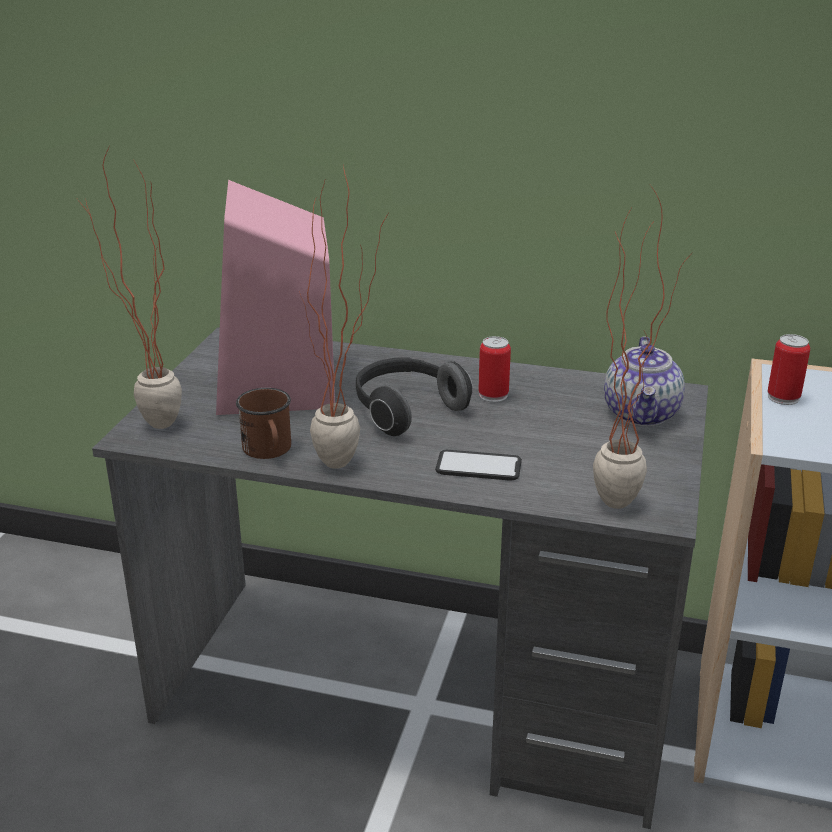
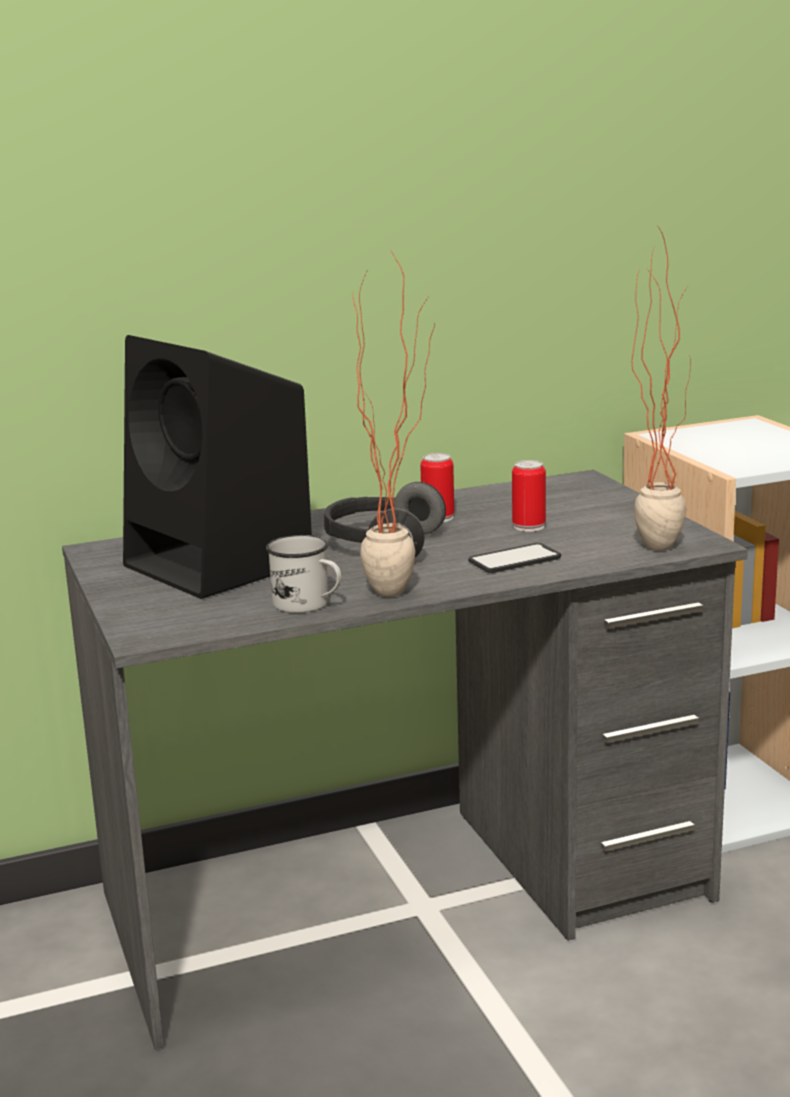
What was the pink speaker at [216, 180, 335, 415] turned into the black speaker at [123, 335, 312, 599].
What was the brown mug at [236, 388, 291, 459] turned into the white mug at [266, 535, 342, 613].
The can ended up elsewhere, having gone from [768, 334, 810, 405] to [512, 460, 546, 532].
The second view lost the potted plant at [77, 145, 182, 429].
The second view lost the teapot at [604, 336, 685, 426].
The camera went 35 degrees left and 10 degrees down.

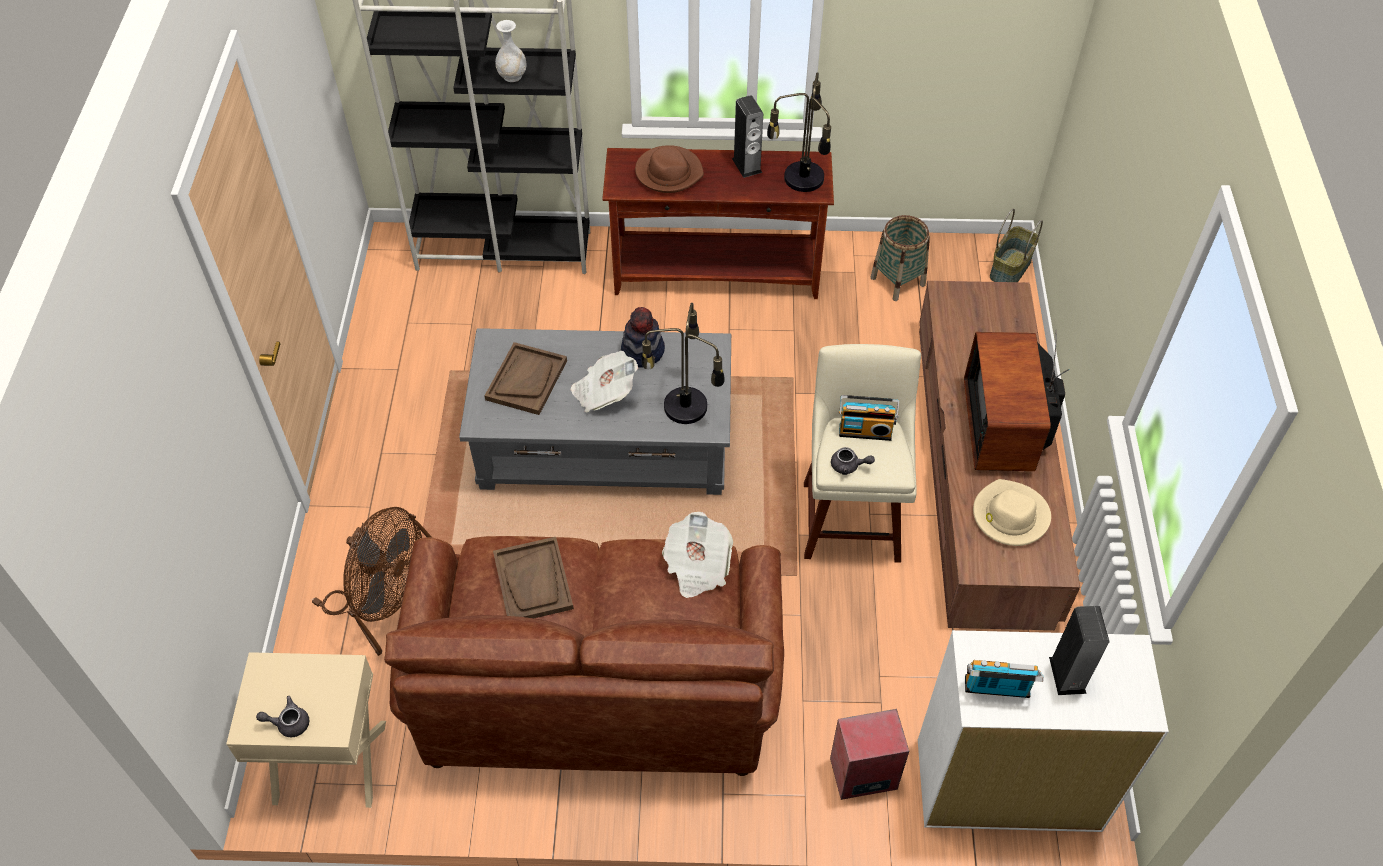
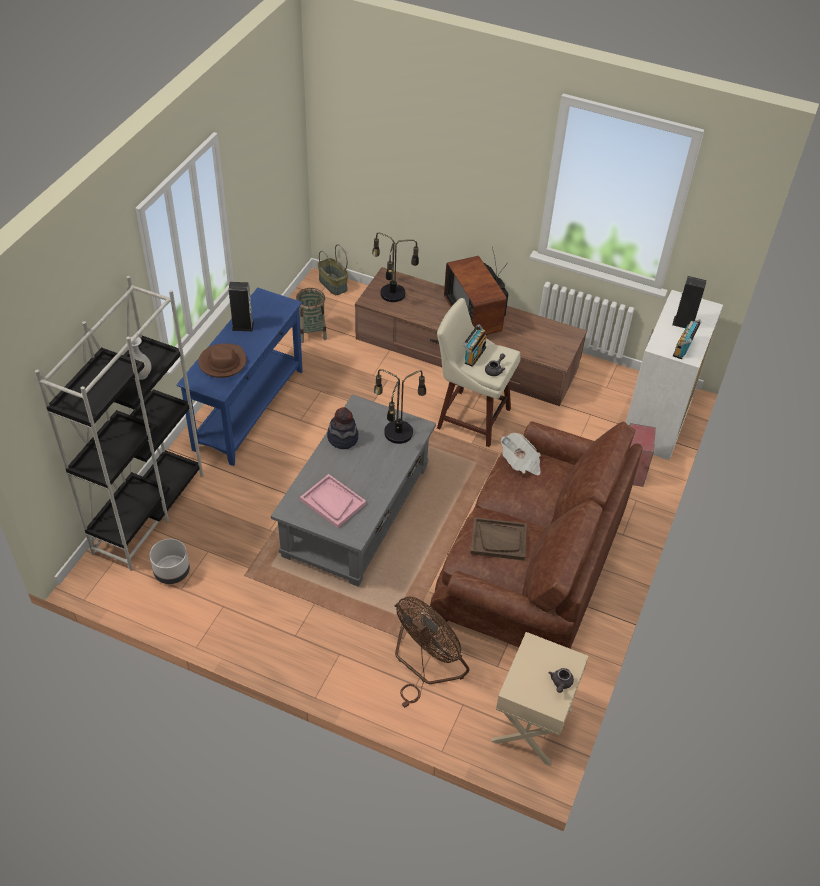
The second view gained the grey planter at [149, 539, 190, 584].
What was the brown console table at [602, 148, 834, 299] turned into the blue console table at [177, 288, 303, 466].
What was the brown tray at [484, 342, 567, 415] turned into the pink tray at [300, 474, 366, 528].
The table lamp ended up elsewhere, having gone from [767, 72, 831, 192] to [372, 232, 419, 302].
The television at [964, 330, 1070, 471] ended up facing another way, 45 degrees clockwise from before.
The second view lost the newspaper at [571, 351, 638, 413].
The second view lost the beige hat at [973, 479, 1051, 546].
The camera went 70 degrees left and 5 degrees down.

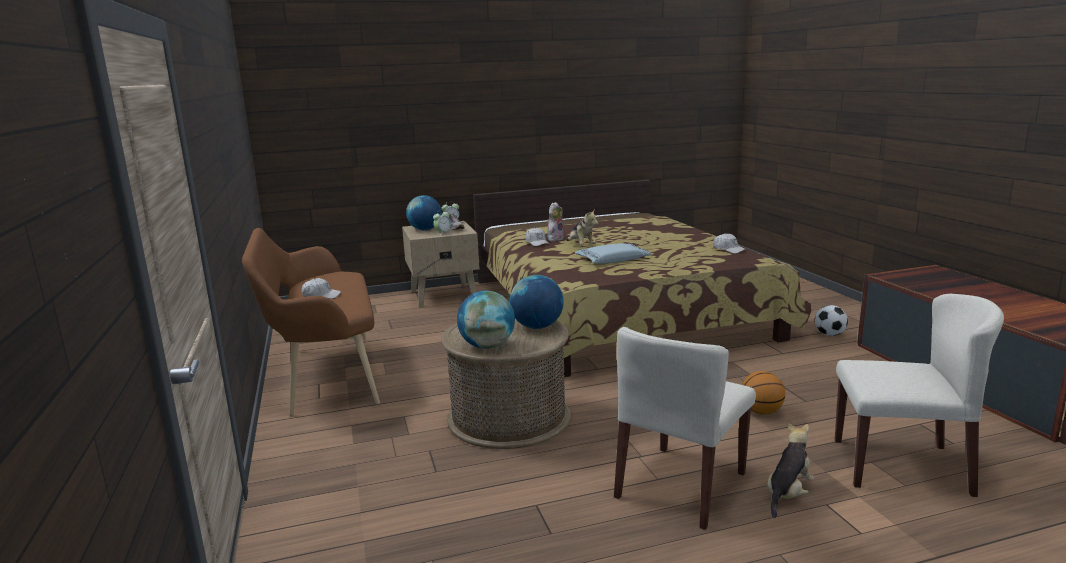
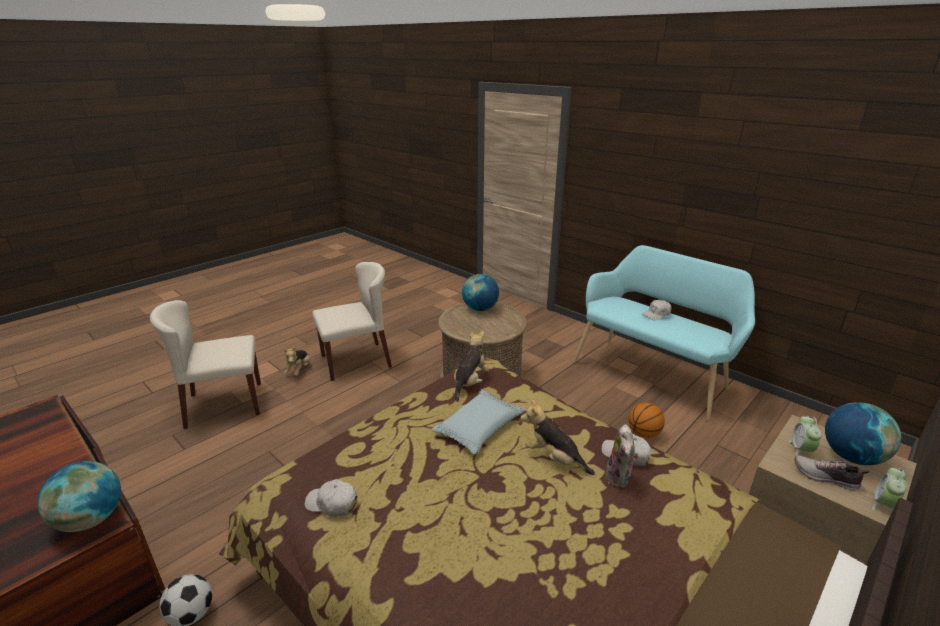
The globe ended up elsewhere, having gone from [509, 275, 564, 329] to [37, 461, 121, 532].
The beige chair at [614, 327, 756, 530] ended up facing another way, 60 degrees clockwise from before.
The second view gained the plush toy at [454, 331, 489, 402].
What was the brown bench at [242, 228, 380, 416] turned into the turquoise bench at [573, 245, 755, 421].
The basketball ended up elsewhere, having gone from [742, 371, 785, 415] to [628, 403, 665, 438].
The camera went 150 degrees right and 10 degrees up.

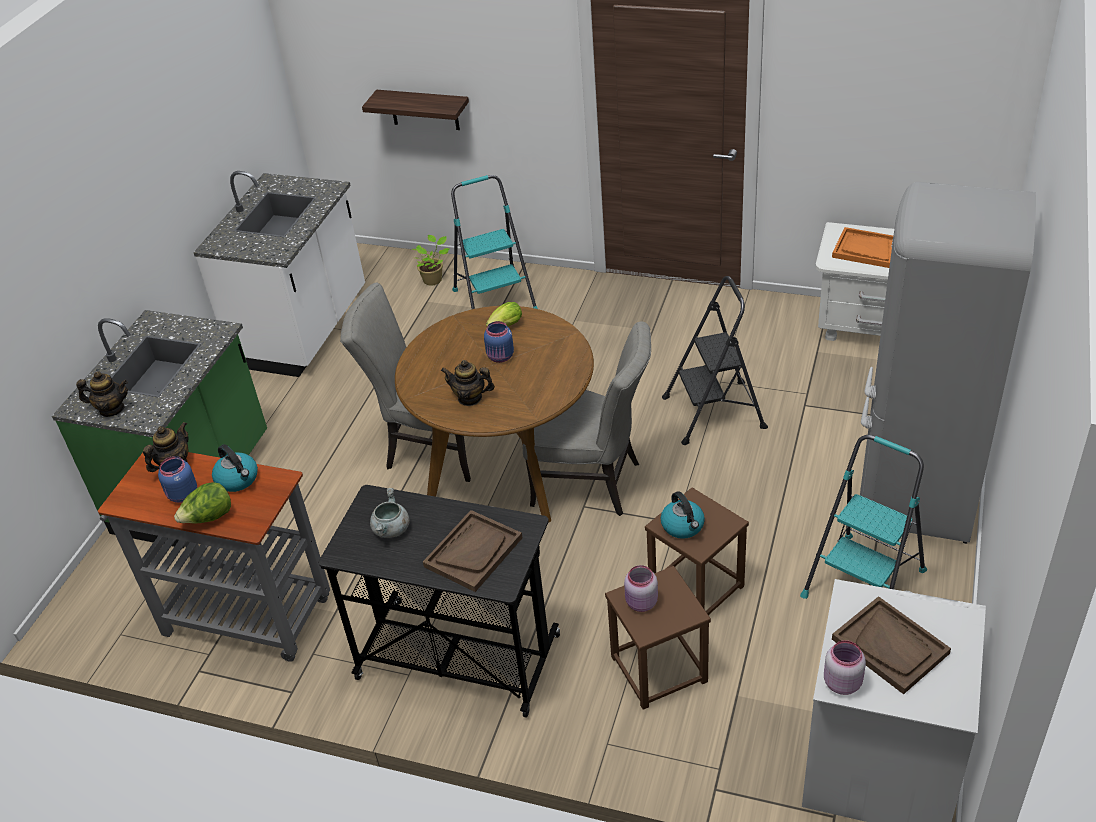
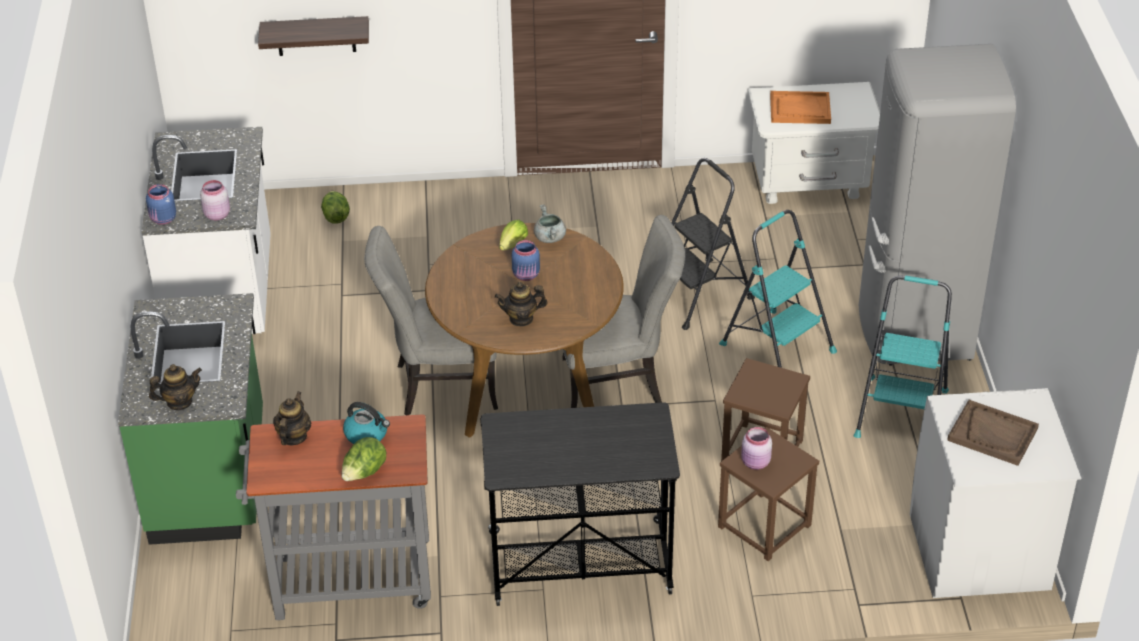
The blue jar ended up elsewhere, having gone from [158, 456, 197, 503] to [146, 184, 176, 225].
The pink jar ended up elsewhere, having gone from [824, 640, 866, 695] to [200, 180, 230, 220].
Where the potted plant stood at [412, 235, 449, 286], the lettuce came to stand at [321, 191, 350, 224].
The grey cooking pot ended up elsewhere, having gone from [370, 488, 410, 538] to [534, 205, 566, 243].
The turquoise step ladder ended up elsewhere, having gone from [451, 175, 538, 309] to [719, 210, 837, 368].
The second view lost the brown tray at [423, 510, 522, 592].
The second view lost the kettle at [660, 491, 705, 539].
The camera went 25 degrees left and 0 degrees up.

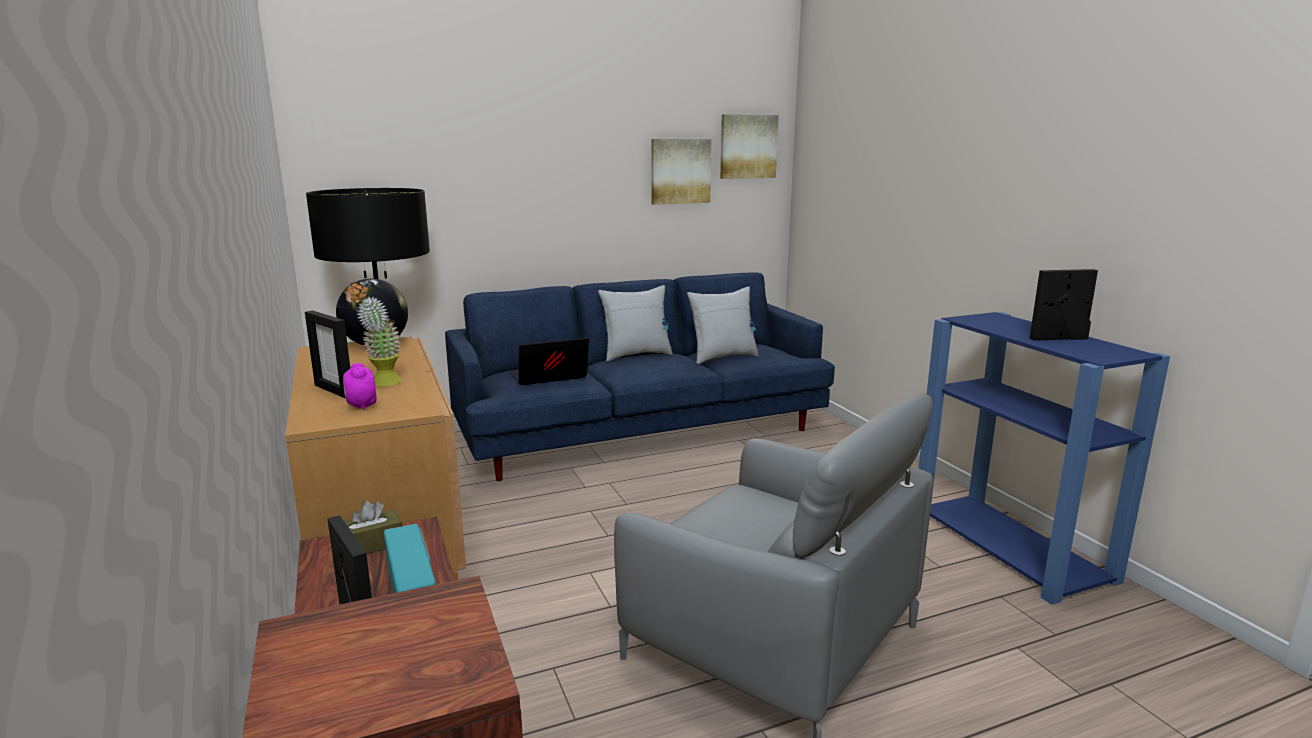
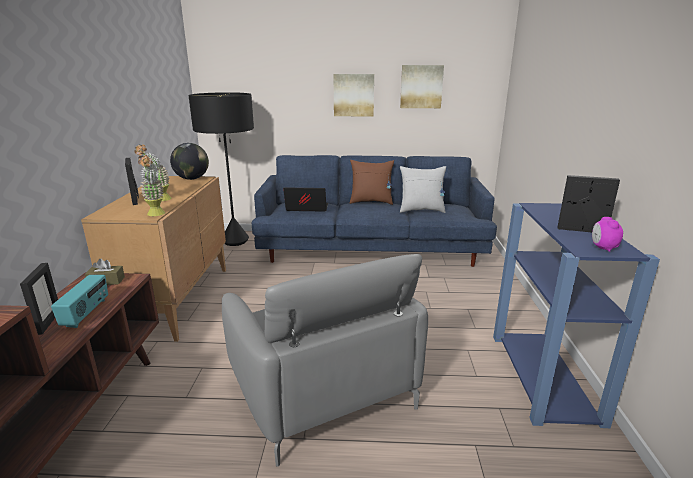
The second view gained the potted plant at [138, 155, 165, 216].
The picture ended up elsewhere, having gone from [720, 114, 779, 179] to [334, 74, 374, 116].
What was the grey pillow at [598, 285, 673, 361] turned into the brown pillow at [350, 160, 394, 205].
The alarm clock ended up elsewhere, having gone from [343, 363, 377, 410] to [592, 217, 623, 252].
The camera went 25 degrees right and 5 degrees up.

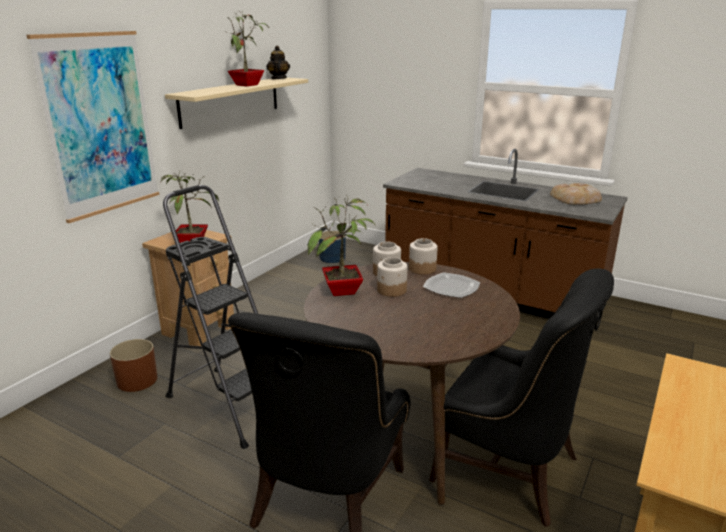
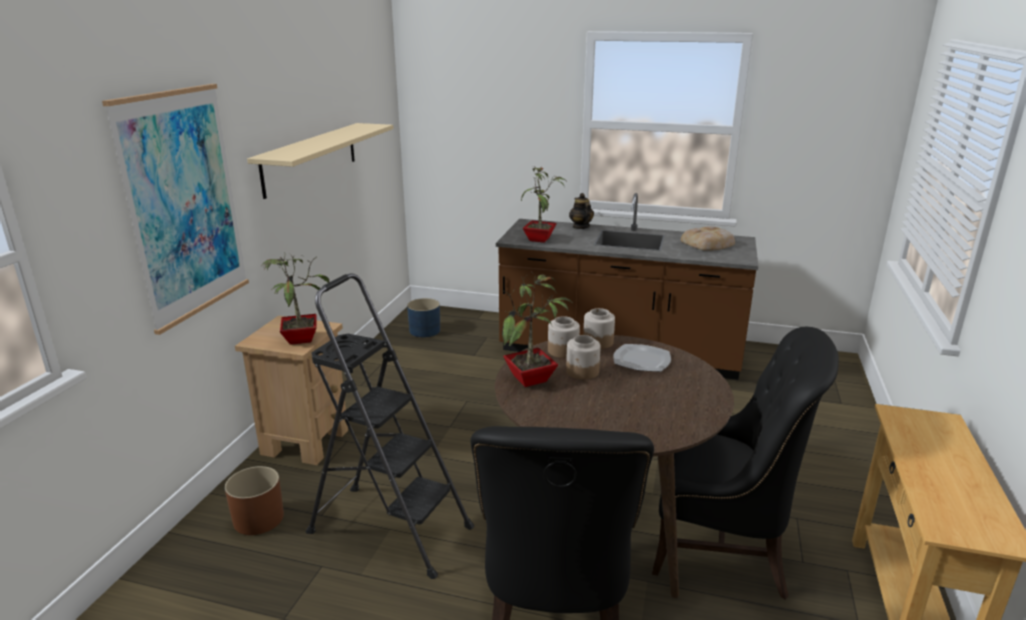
The potted plant ended up elsewhere, having gone from [227, 11, 269, 87] to [521, 166, 568, 243].
The teapot ended up elsewhere, having gone from [266, 45, 290, 79] to [569, 193, 594, 229].
The camera went 15 degrees left and 0 degrees up.

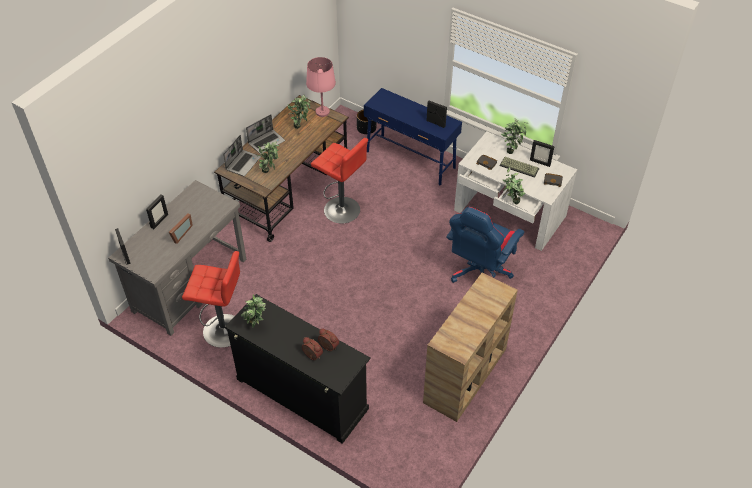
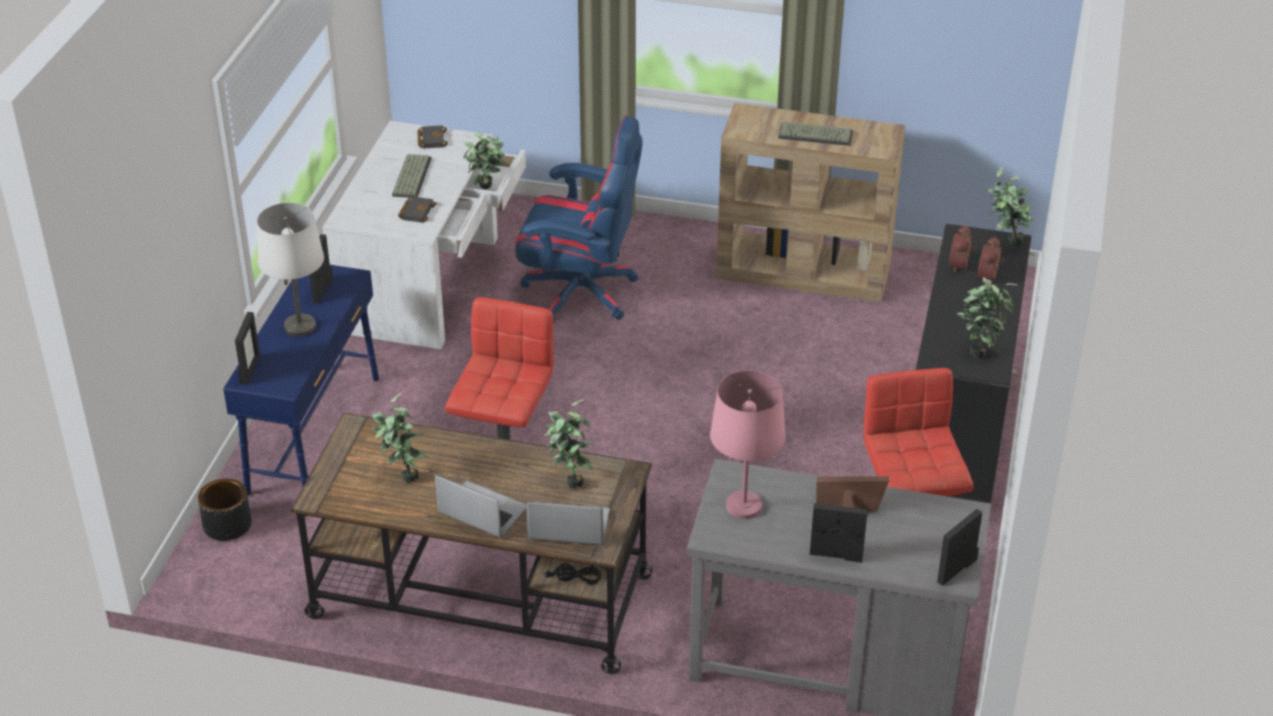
The picture frame ended up elsewhere, having gone from [530, 140, 555, 167] to [235, 312, 260, 385].
The second view gained the white table lamp at [257, 203, 324, 337].
The pink table lamp ended up elsewhere, having gone from [306, 57, 336, 117] to [710, 371, 786, 519].
The second view gained the keyboard at [778, 122, 853, 146].
The potted plant ended up elsewhere, having gone from [501, 118, 529, 154] to [988, 167, 1034, 246].
The camera went 110 degrees left and 10 degrees down.

